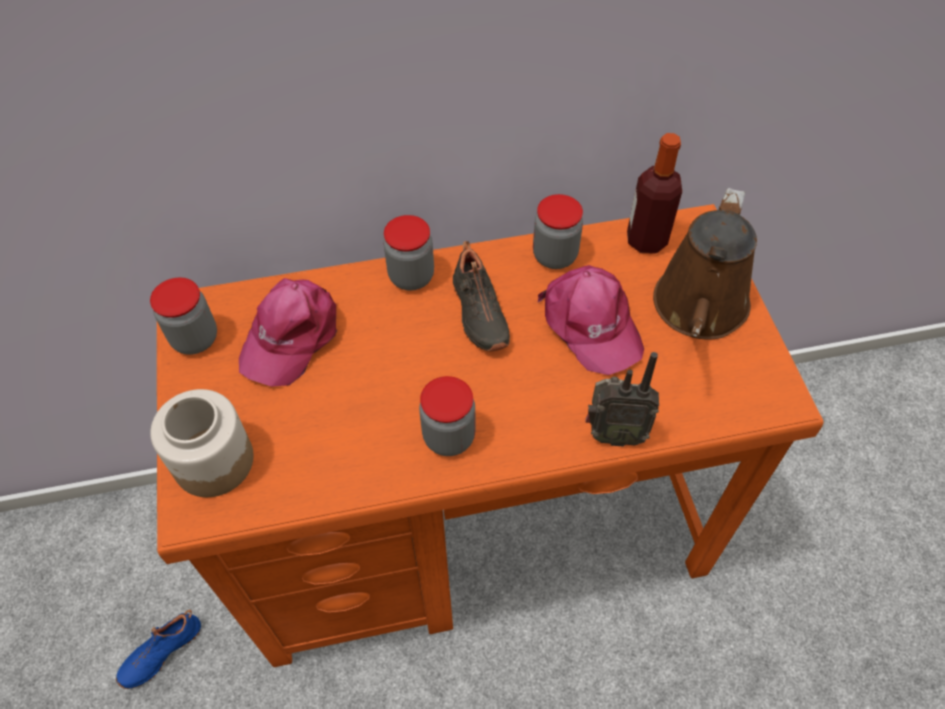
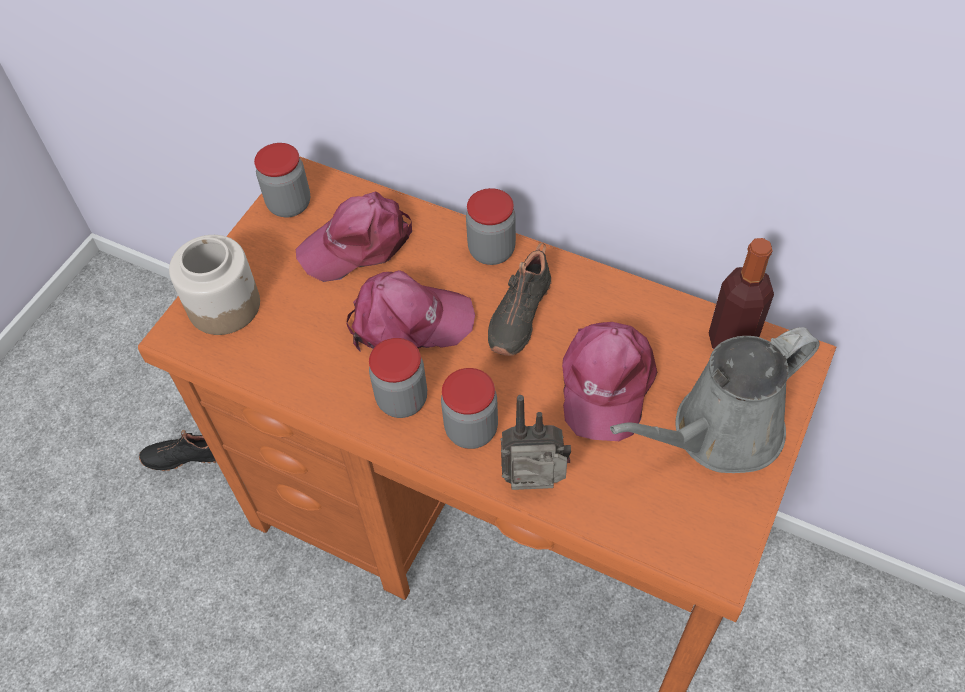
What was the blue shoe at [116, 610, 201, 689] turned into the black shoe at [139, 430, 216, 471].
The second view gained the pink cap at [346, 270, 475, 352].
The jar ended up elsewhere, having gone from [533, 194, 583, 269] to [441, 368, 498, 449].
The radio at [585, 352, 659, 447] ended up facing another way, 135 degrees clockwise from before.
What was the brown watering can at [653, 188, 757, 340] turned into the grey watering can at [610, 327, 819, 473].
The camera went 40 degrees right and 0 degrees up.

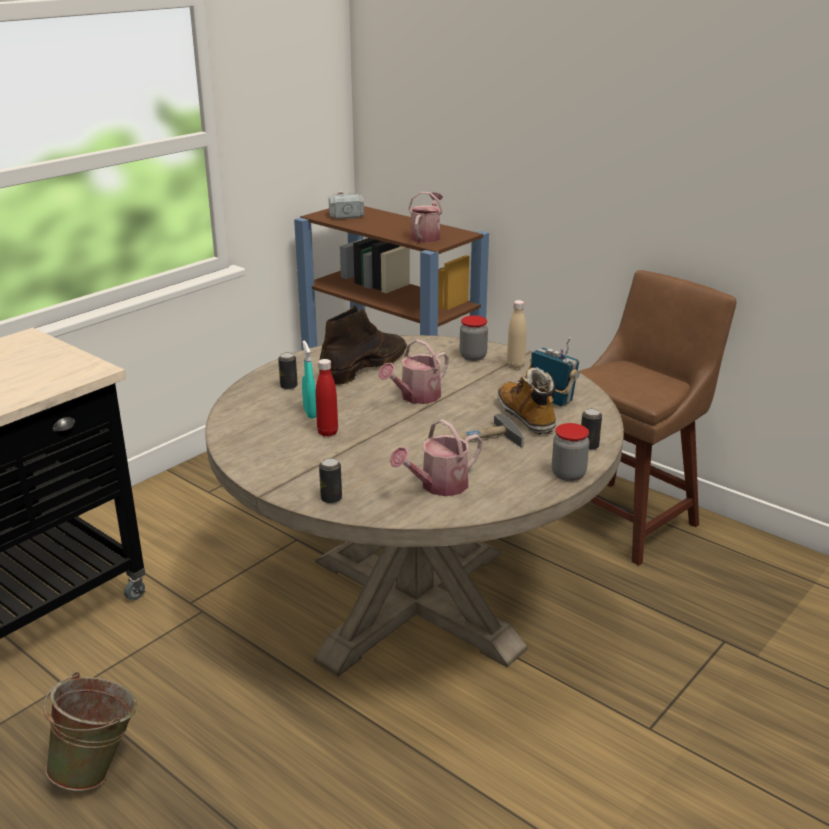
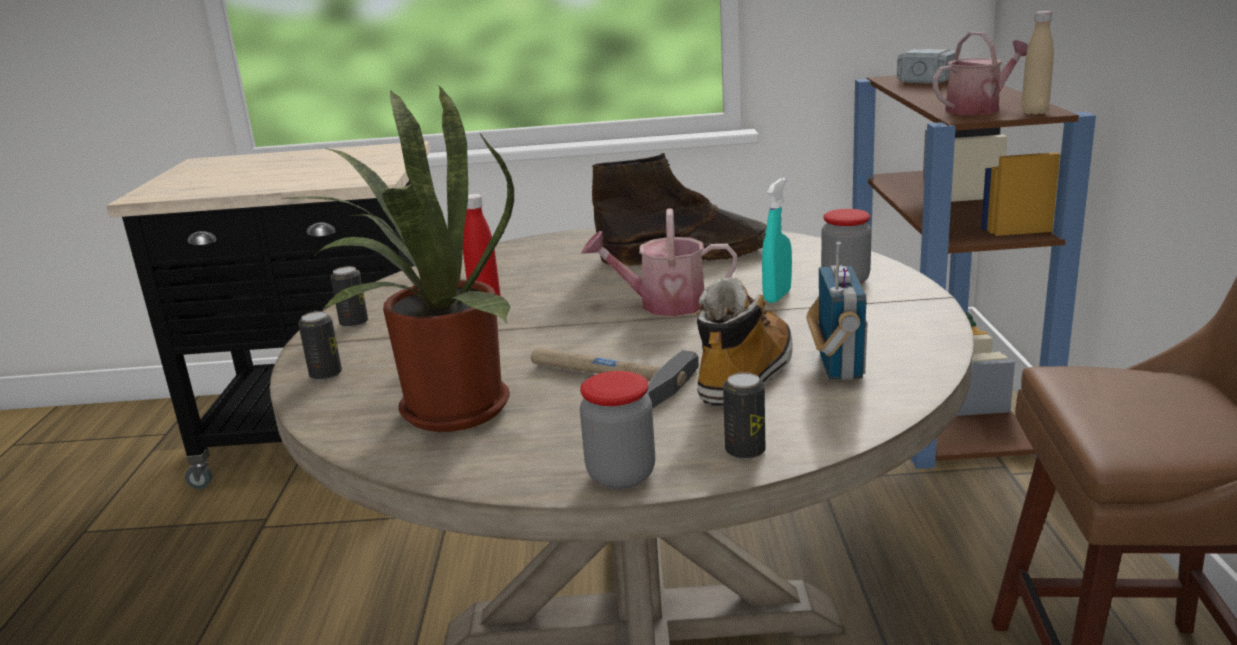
Where the watering can stood at [390, 419, 483, 496], the potted plant came to stand at [281, 85, 514, 432].
The can ended up elsewhere, having gone from [278, 352, 298, 390] to [330, 266, 368, 328].
The turquoise spray bottle ended up elsewhere, having gone from [302, 341, 316, 419] to [762, 178, 792, 303].
The beige bottle ended up elsewhere, having gone from [507, 300, 527, 369] to [1021, 11, 1054, 115].
The second view lost the green bucket at [43, 672, 138, 791].
The camera went 50 degrees right and 5 degrees down.

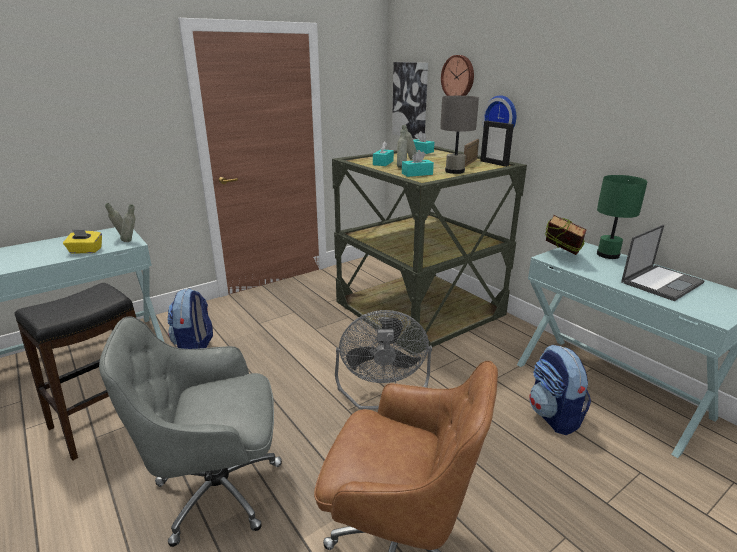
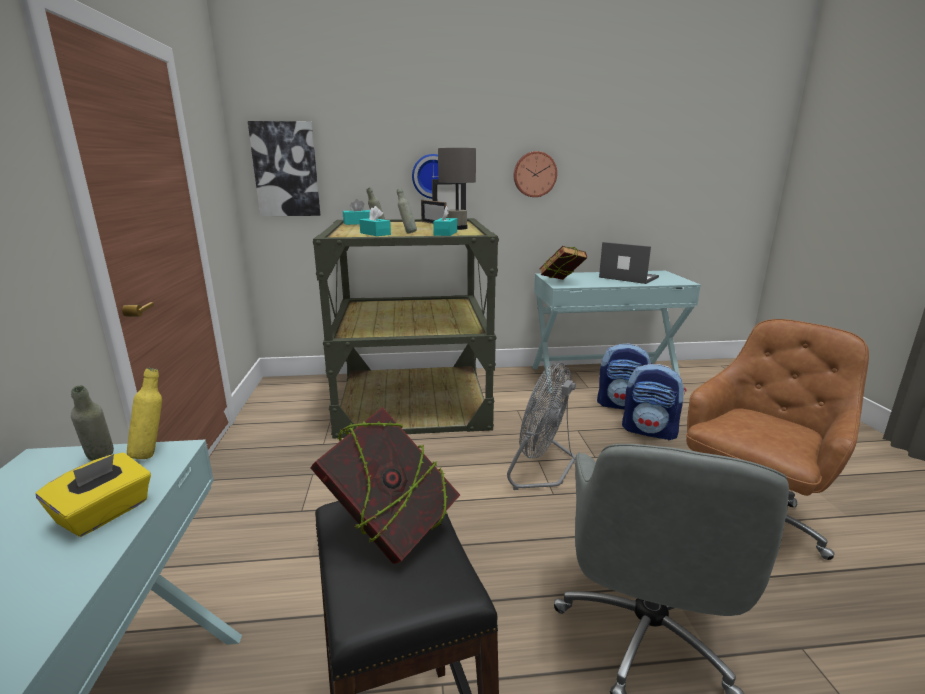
What was the grey bottle at [120, 204, 136, 242] turned into the yellow bottle at [127, 368, 162, 459].
The second view gained the book at [311, 407, 460, 564].
The wall clock ended up elsewhere, having gone from [441, 55, 474, 96] to [514, 151, 557, 197].
The laptop at [621, 224, 705, 301] ended up facing another way, 45 degrees counterclockwise from before.
The backpack ended up elsewhere, having gone from [168, 288, 213, 349] to [622, 364, 686, 440].
The second view lost the green table lamp at [597, 175, 647, 259].
The camera went 60 degrees left and 5 degrees down.

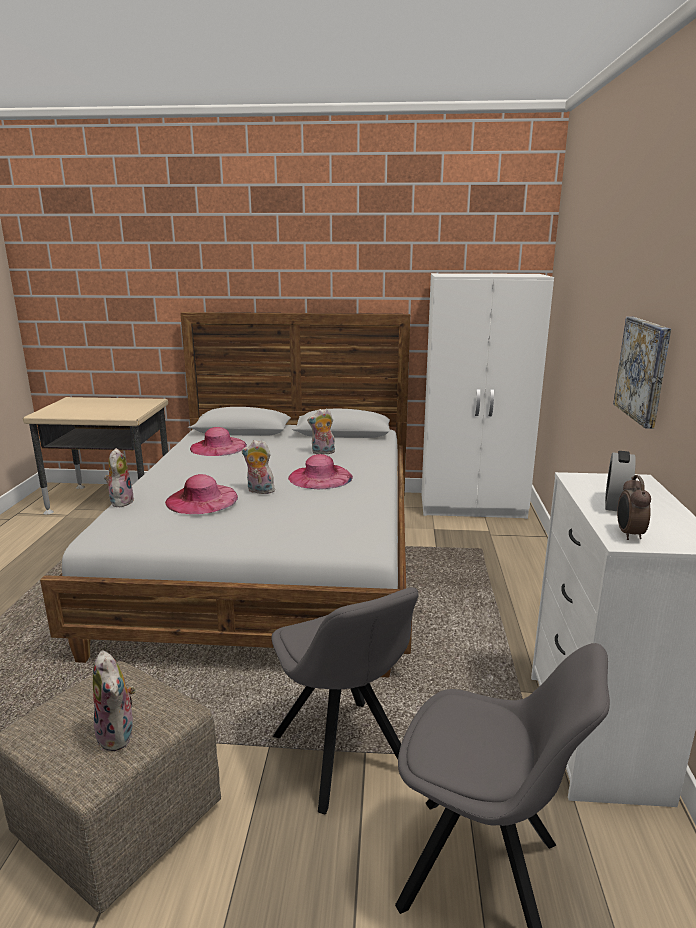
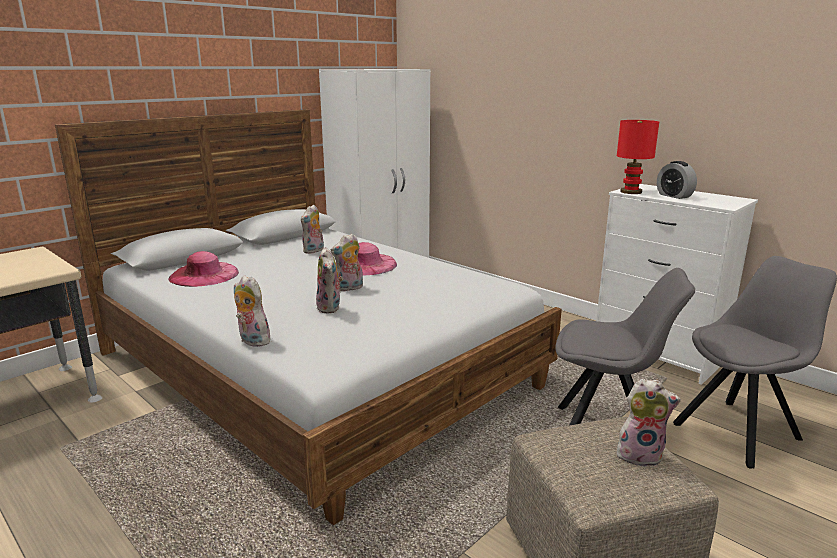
Where the pink hat stood at [165, 474, 238, 514], the plush toy came to stand at [316, 247, 343, 314].
The second view gained the red table lamp at [617, 120, 659, 194].
The second view lost the picture at [613, 317, 671, 429].
The second view lost the alarm clock at [617, 475, 651, 540].
The camera went 50 degrees left and 0 degrees up.

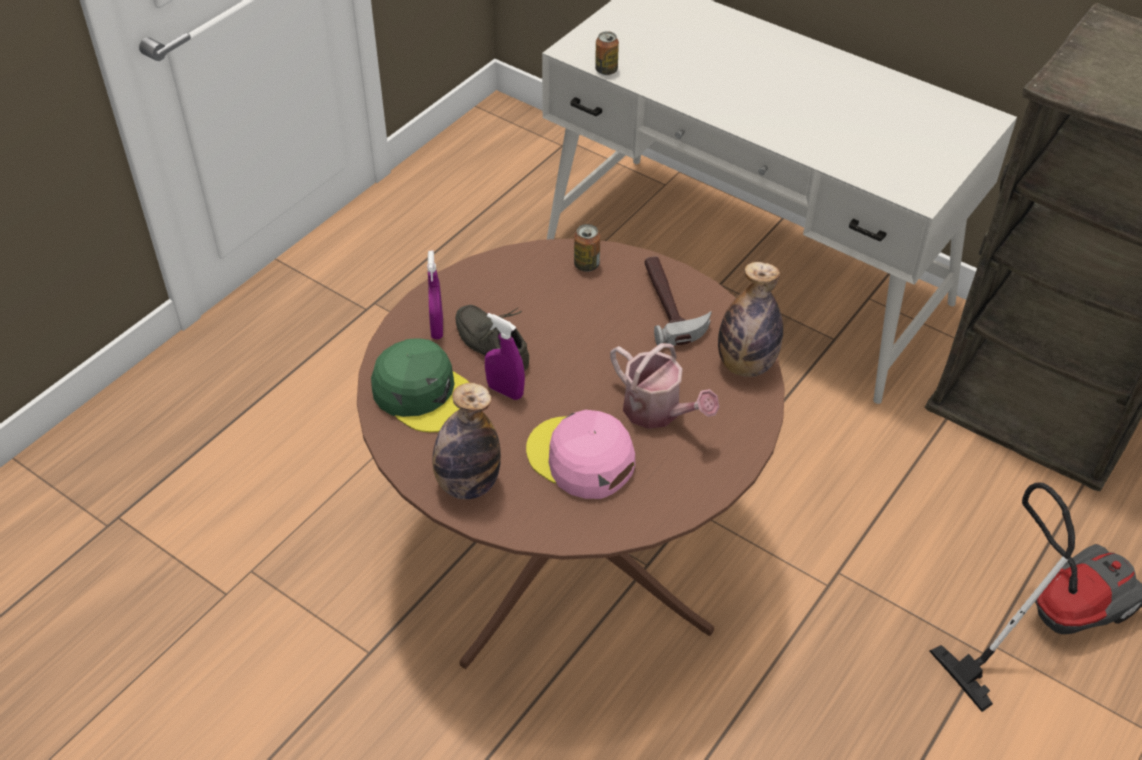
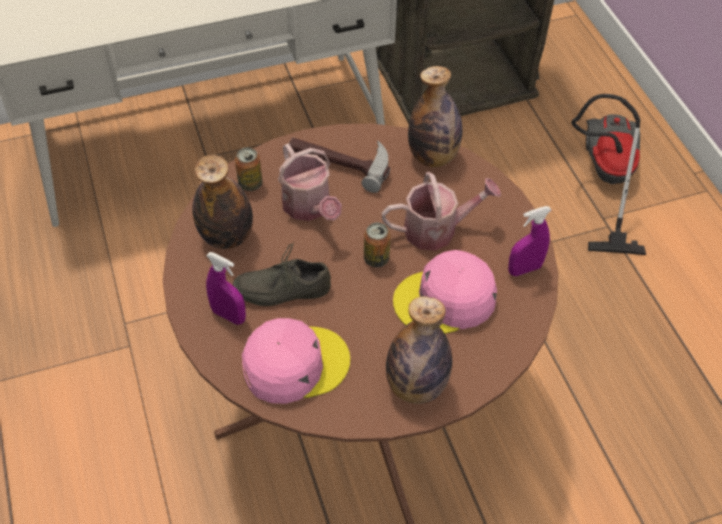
The second view gained the bottle at [192, 155, 253, 249].
What was the green cap at [371, 338, 470, 432] turned into the pink cap at [242, 318, 350, 404].
The second view gained the watering can at [278, 143, 342, 221].
The can ended up elsewhere, having gone from [595, 31, 619, 75] to [364, 223, 391, 267].
The purple spray bottle ended up elsewhere, having gone from [485, 313, 525, 400] to [508, 206, 551, 276].
The camera went 55 degrees left and 5 degrees up.

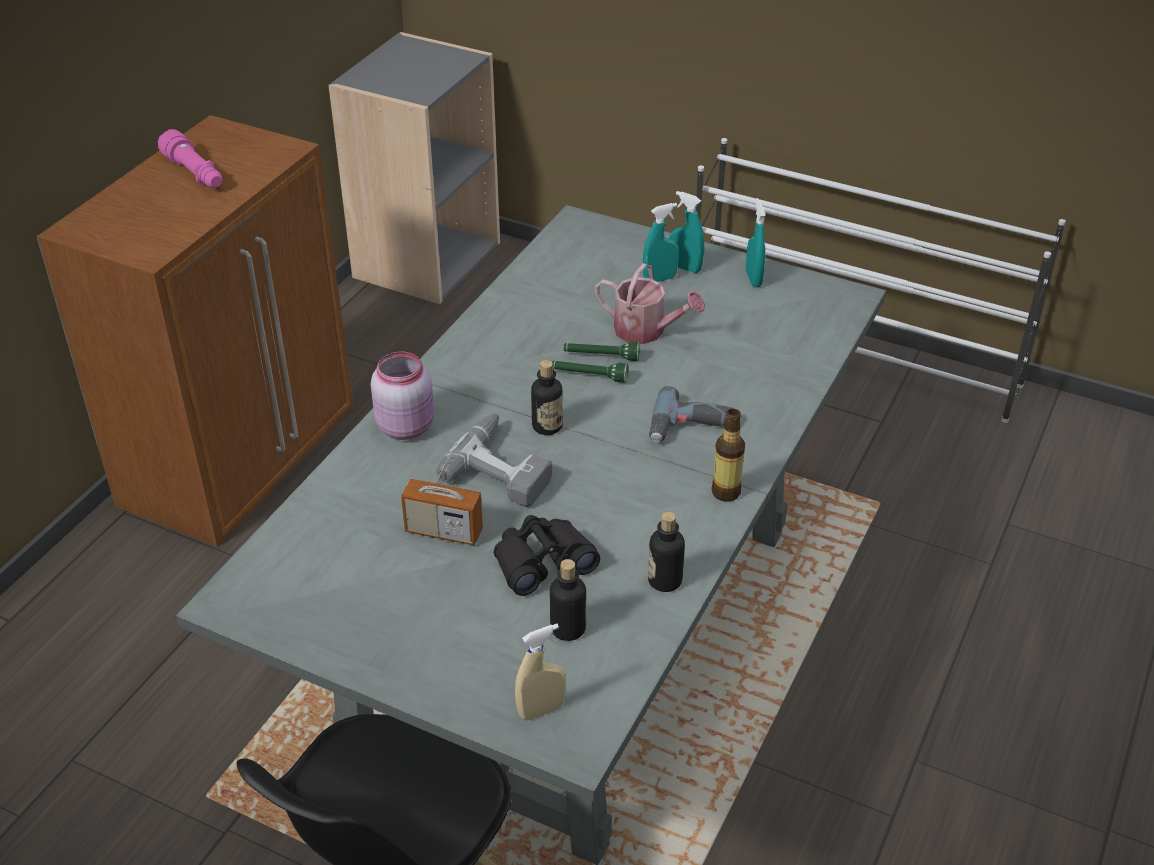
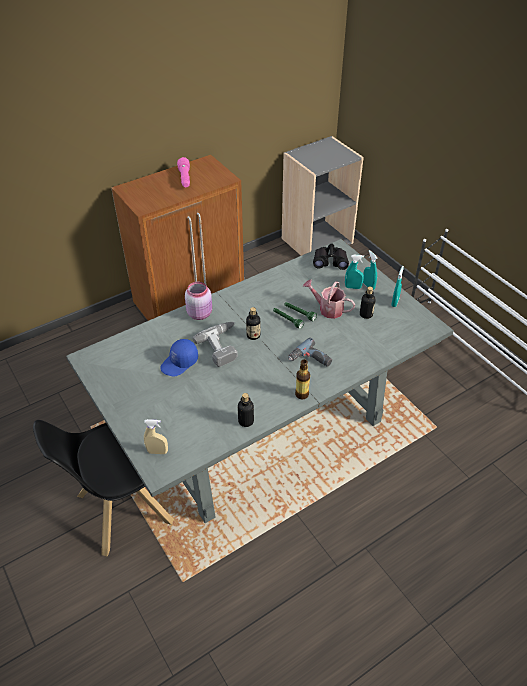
Where the radio stood at [401, 442, 483, 545], the blue cap came to stand at [160, 339, 198, 377].
The watering can at [595, 263, 705, 344] ended up facing another way, 150 degrees clockwise from before.
The black binoculars ended up elsewhere, having gone from [494, 515, 600, 596] to [313, 243, 349, 270].
The bottle ended up elsewhere, having gone from [550, 559, 586, 641] to [360, 287, 376, 319].
The camera went 30 degrees right and 5 degrees up.

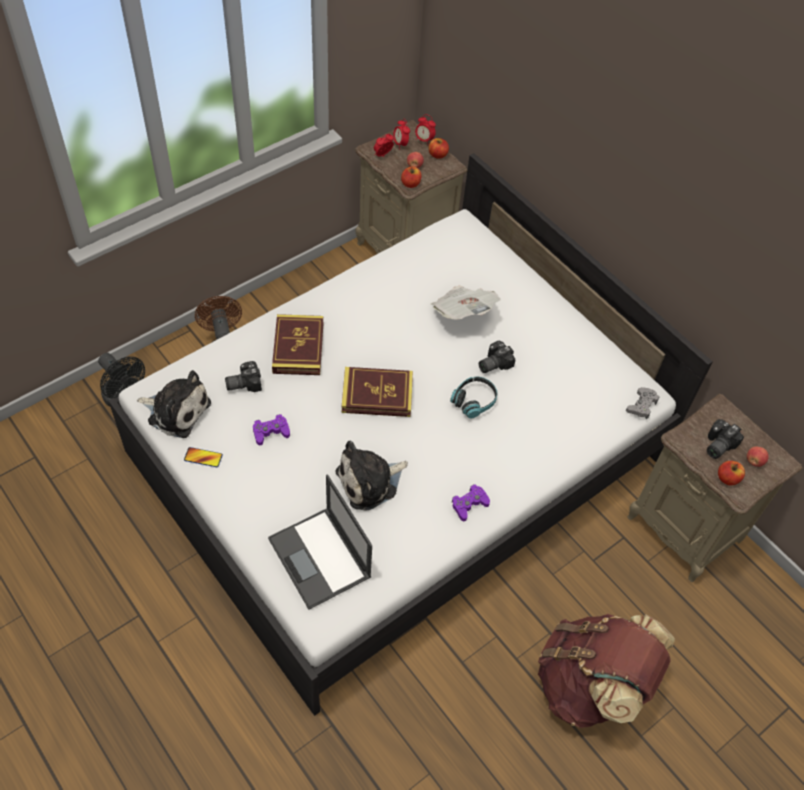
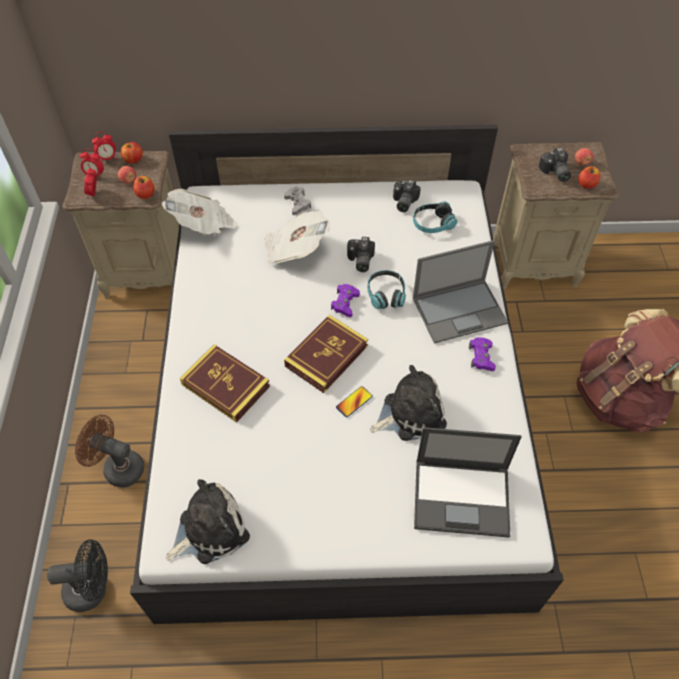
The second view gained the newspaper at [161, 188, 237, 235].
The grey game controller ended up elsewhere, having gone from [626, 387, 659, 419] to [284, 187, 311, 215].
The purple game controller ended up elsewhere, having gone from [253, 414, 290, 445] to [331, 284, 360, 317].
The phone ended up elsewhere, having gone from [184, 447, 223, 467] to [336, 386, 373, 417].
The plush toy at [335, 441, 408, 511] ended up facing another way, 120 degrees counterclockwise from before.
The photo camera ended up elsewhere, having gone from [225, 361, 262, 392] to [393, 180, 421, 212].
The second view gained the headphones at [413, 201, 457, 233].
The second view gained the laptop at [413, 240, 508, 343].
The camera went 50 degrees left and 0 degrees up.

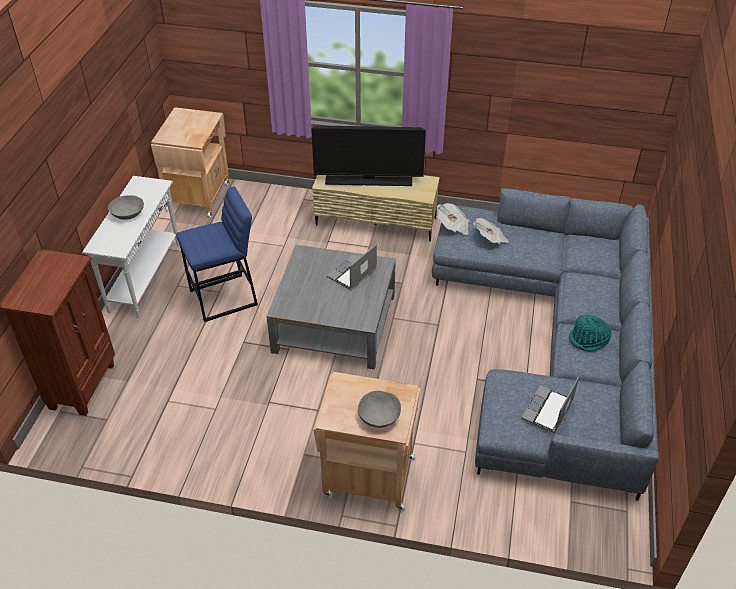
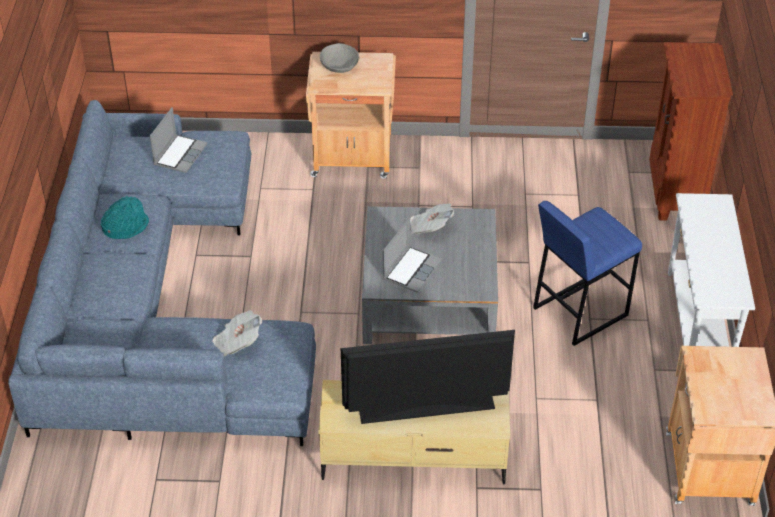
The newspaper ended up elsewhere, having gone from [437, 203, 469, 235] to [410, 204, 454, 234].
The second view lost the grey bowl at [108, 195, 144, 220].
The camera went 170 degrees right and 0 degrees up.

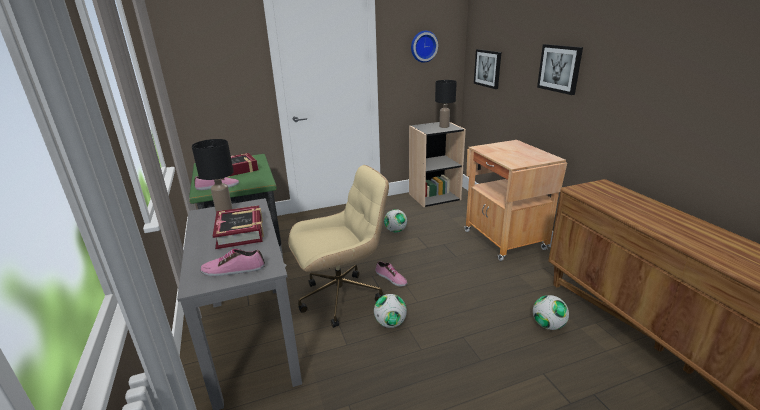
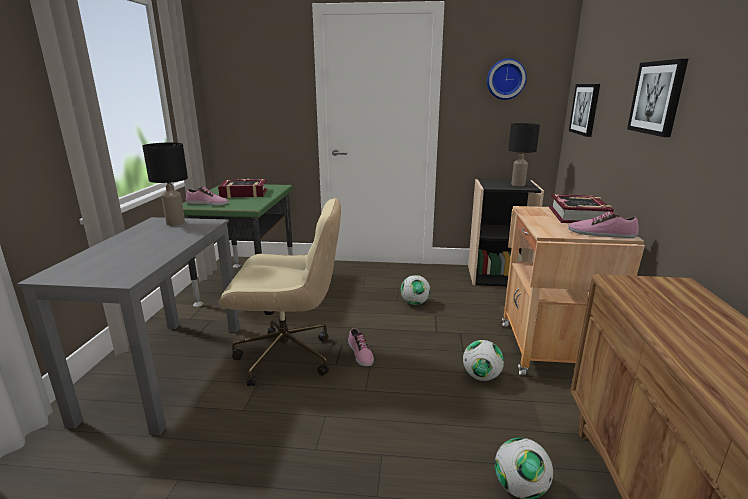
The football ended up elsewhere, having gone from [374, 294, 407, 328] to [463, 340, 504, 381].
The book ended up elsewhere, having gone from [213, 205, 264, 249] to [549, 194, 614, 223].
The shoe ended up elsewhere, having gone from [201, 249, 265, 276] to [568, 211, 639, 238].
The camera went 25 degrees right and 5 degrees down.

